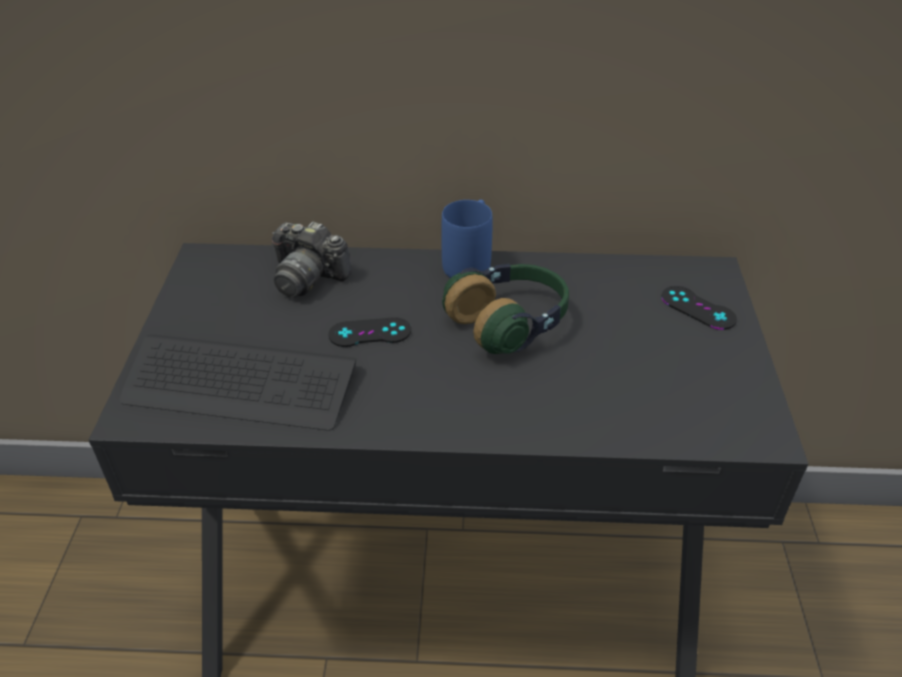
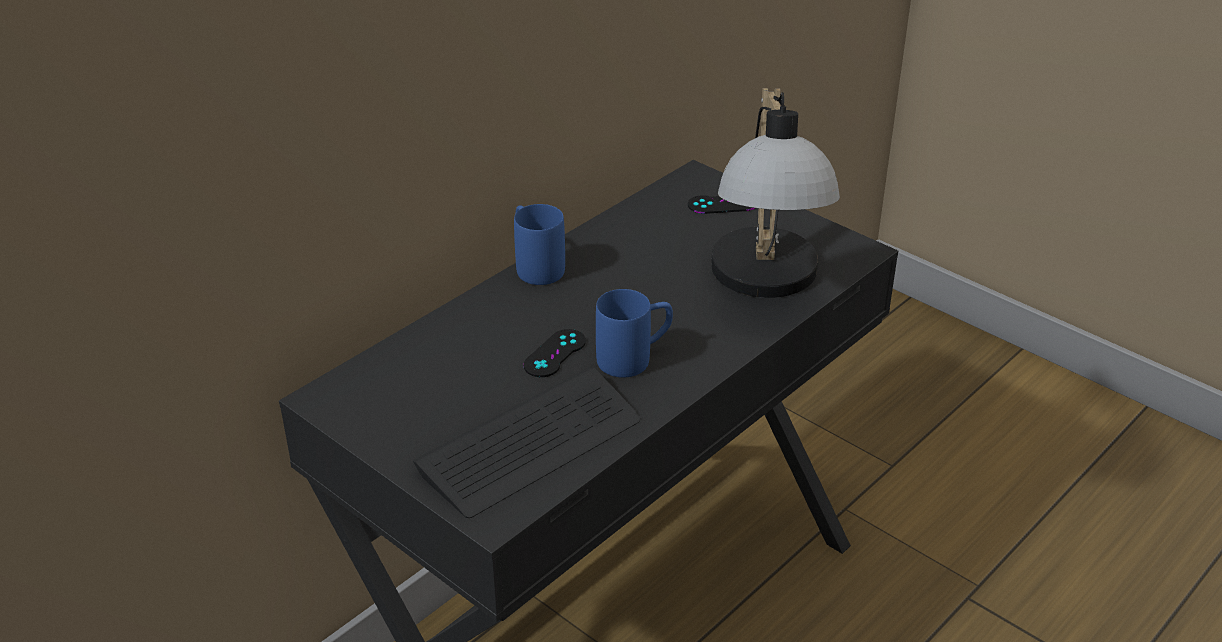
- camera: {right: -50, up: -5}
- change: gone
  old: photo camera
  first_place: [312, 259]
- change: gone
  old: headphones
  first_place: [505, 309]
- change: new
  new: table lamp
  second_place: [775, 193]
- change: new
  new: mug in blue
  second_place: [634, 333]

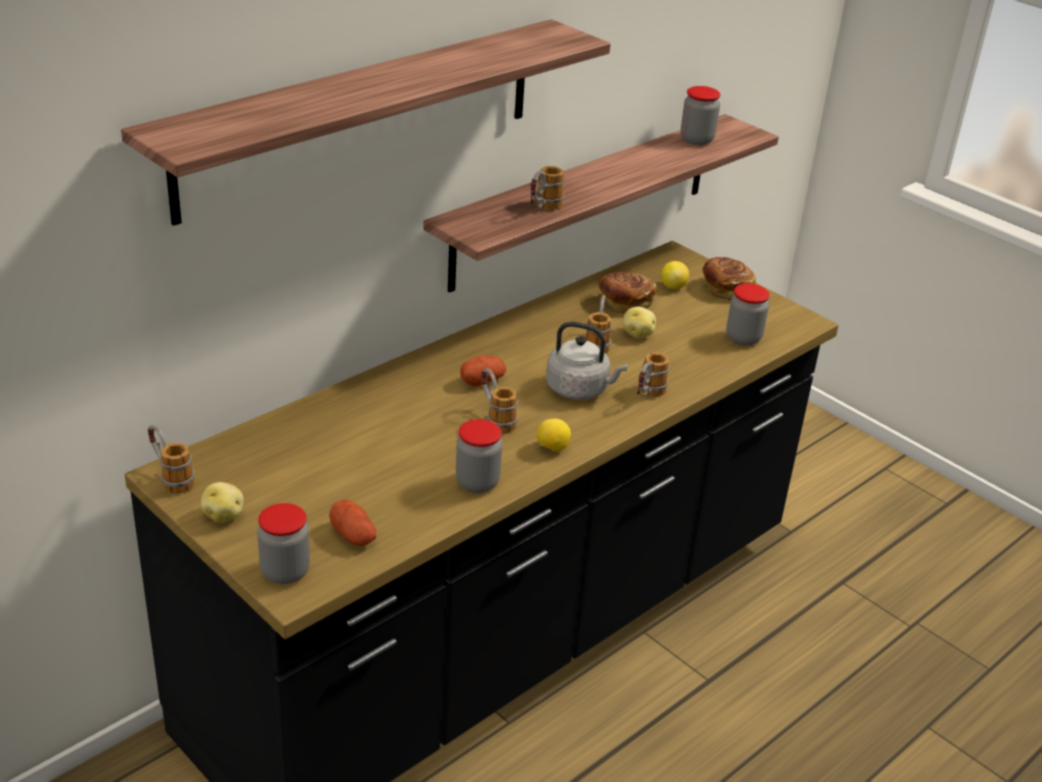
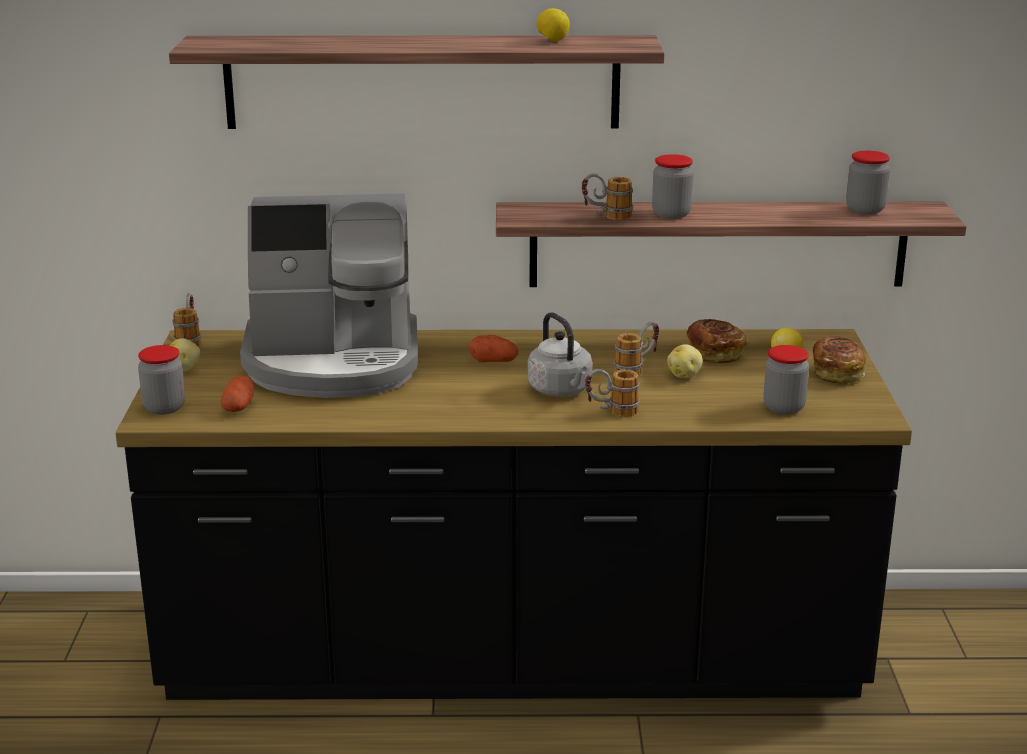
- camera: {right: 45, up: -10}
- change: gone
  old: mug
  first_place: [499, 401]
- change: shifted
  old: storage jar
  first_place: [479, 456]
  second_place: [673, 186]
- change: shifted
  old: lemon
  first_place: [554, 435]
  second_place: [553, 24]
- change: new
  new: coffee maker
  second_place: [329, 296]

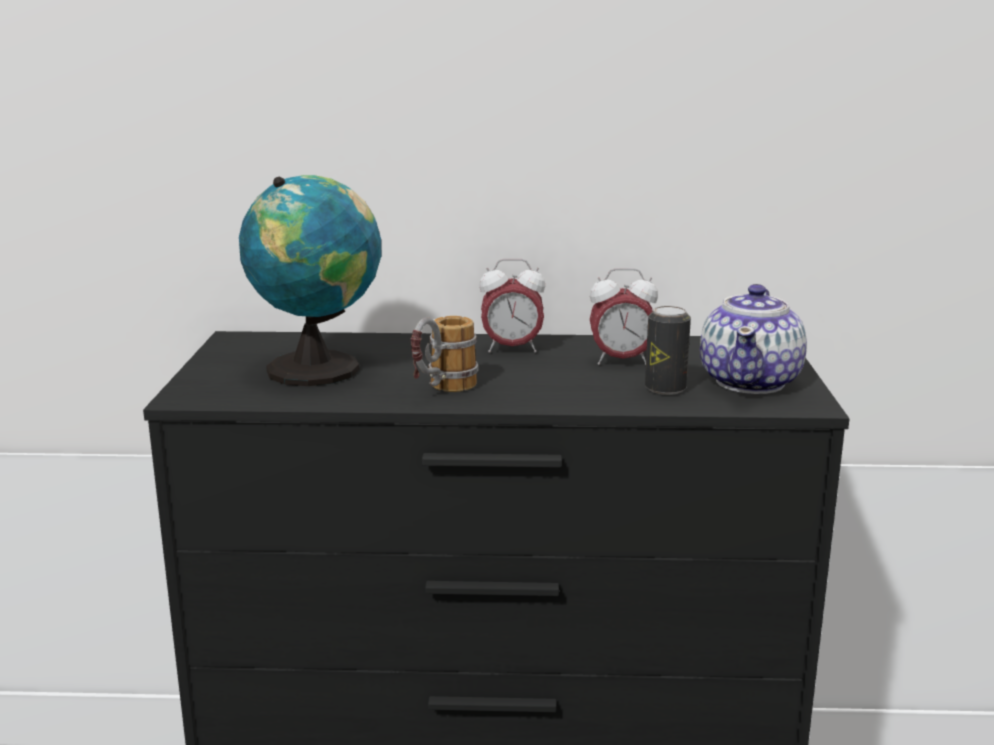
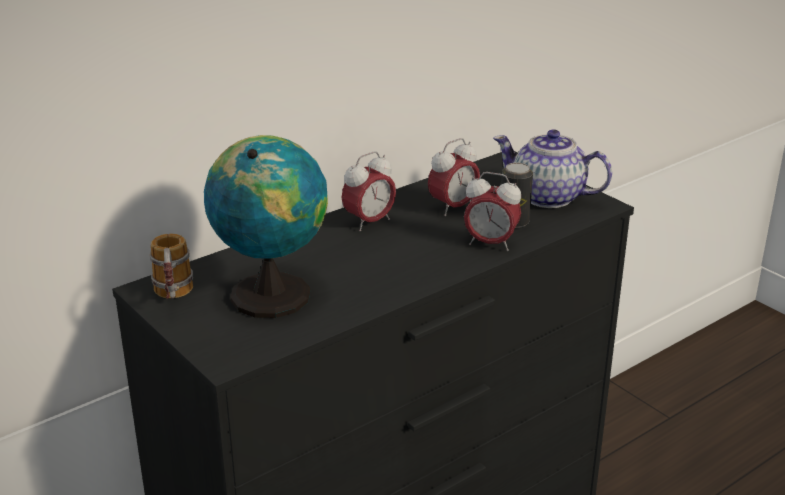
- camera: {right: -40, up: 10}
- change: rotated
  old: tea pot
  first_place: [753, 339]
  second_place: [552, 168]
  degrees: 135
- change: shifted
  old: mug
  first_place: [444, 354]
  second_place: [171, 266]
- change: new
  new: alarm clock
  second_place: [492, 211]

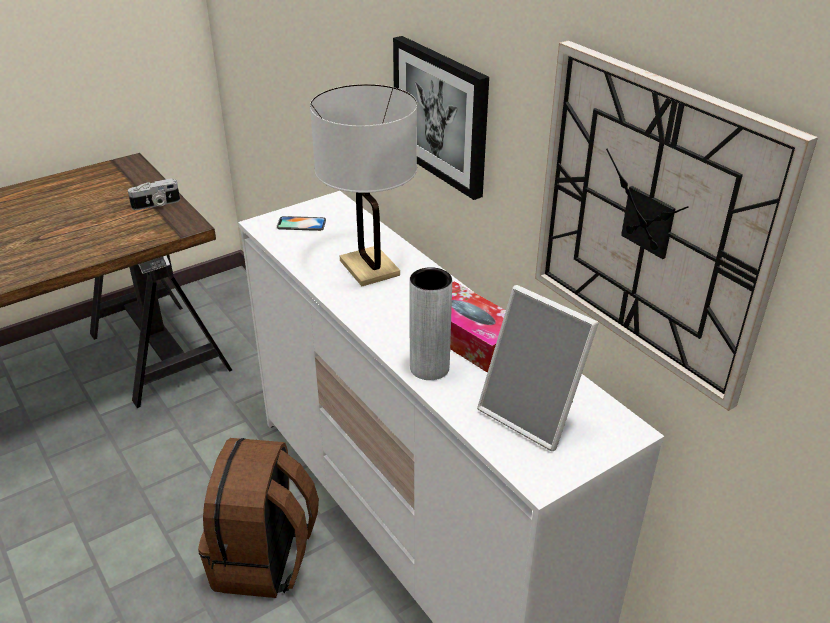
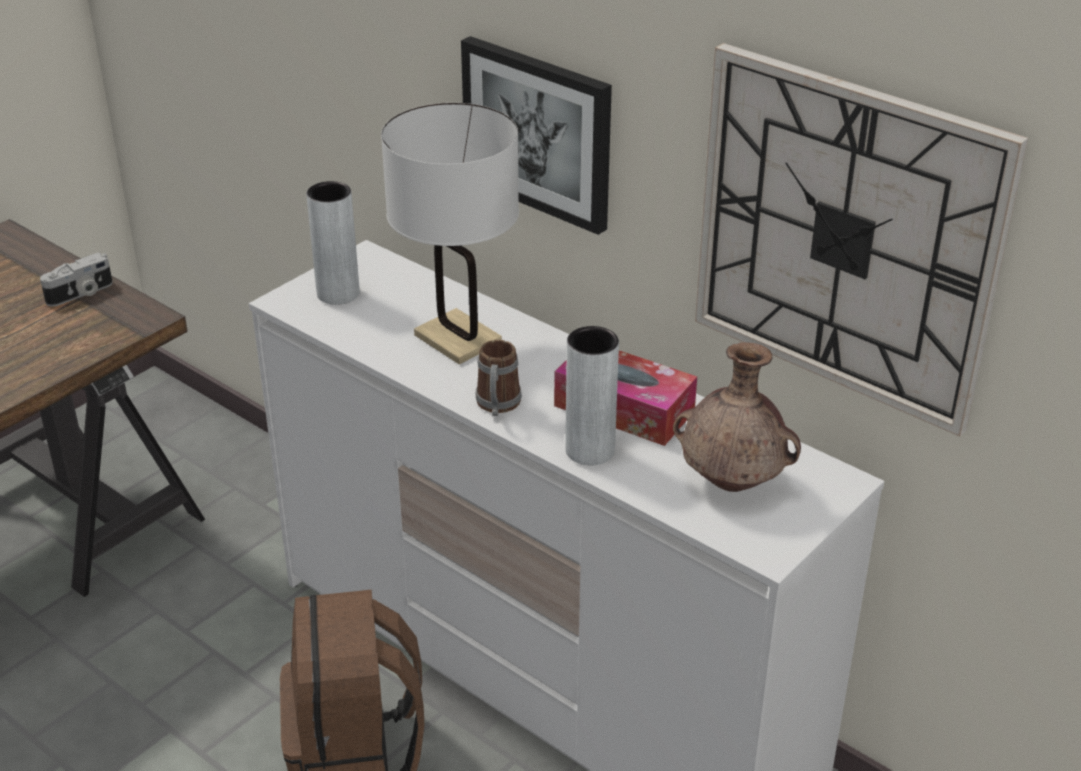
- camera: {right: -15, up: 0}
- change: swapped
  old: telephone
  new: flower vase in greyish
  first_place: [301, 223]
  second_place: [333, 243]
- change: swapped
  old: photo frame
  new: flower vase in brown-coloured
  first_place: [538, 368]
  second_place: [737, 417]
- change: new
  new: mug
  second_place: [499, 378]

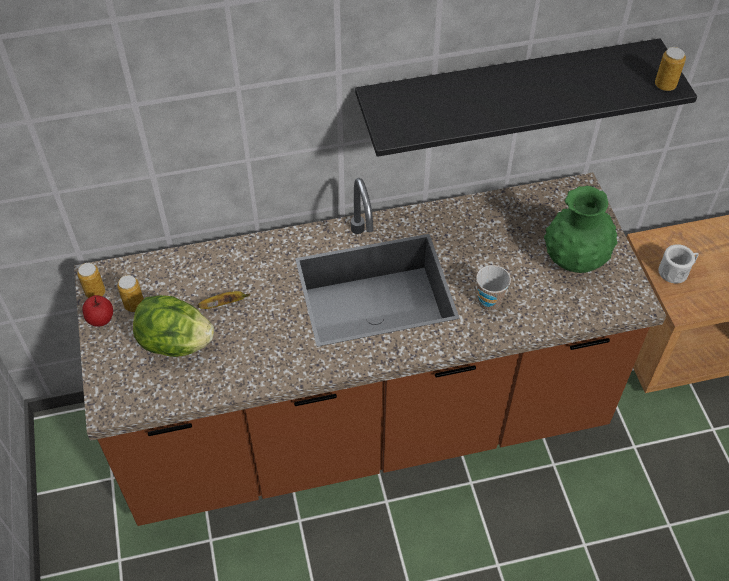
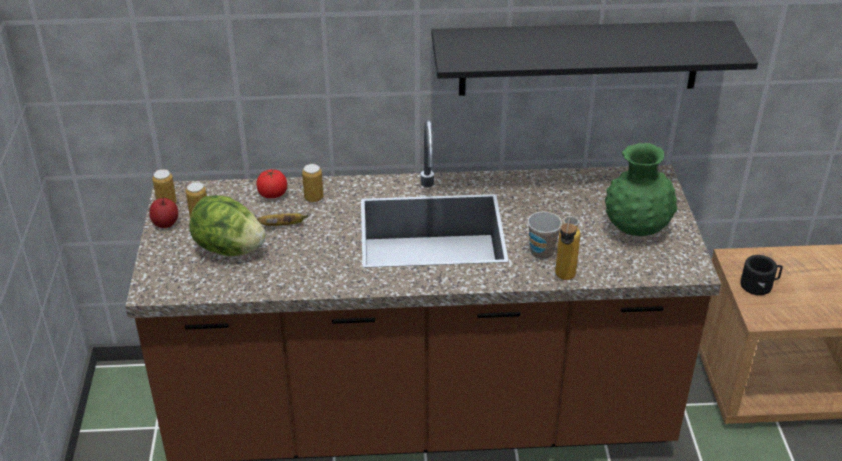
- camera: {right: 10, up: -15}
- change: shifted
  old: can
  first_place: [670, 69]
  second_place: [312, 183]
- change: repainted
  old: mug in whitish
  new: mug in black-coloured
  first_place: [678, 263]
  second_place: [761, 275]
- change: new
  new: fresh tomato
  second_place: [271, 183]
- change: new
  new: beverage bottle
  second_place: [568, 248]

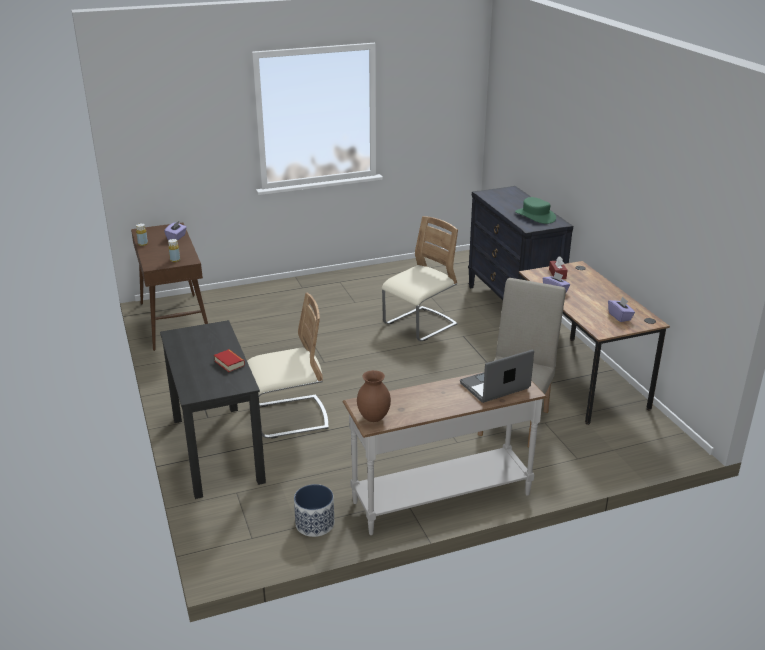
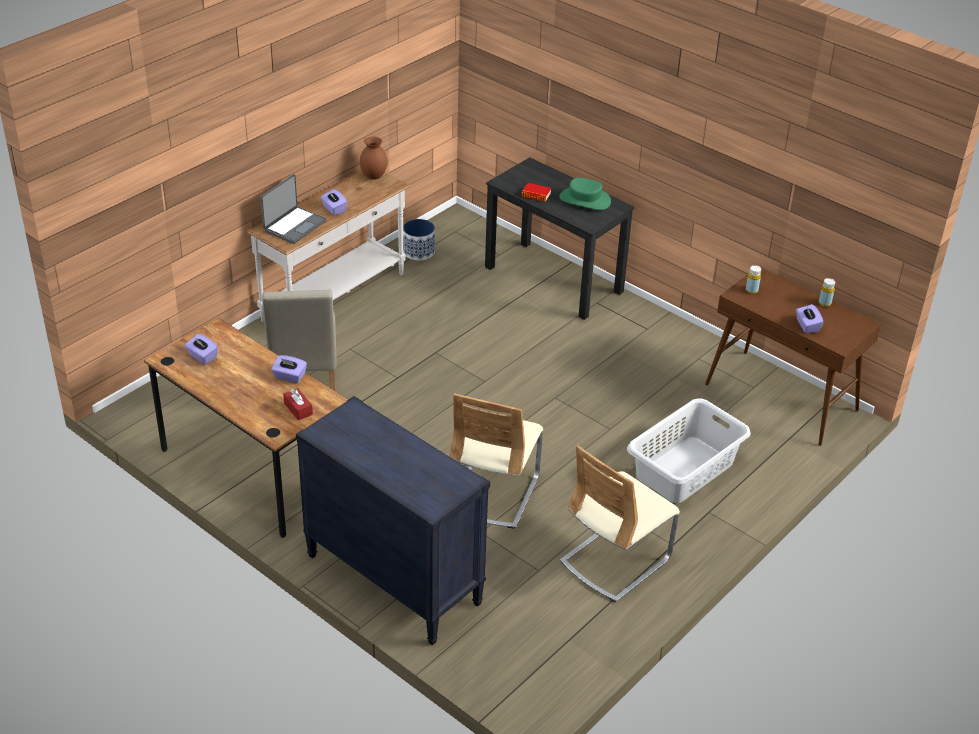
- camera: {right: 150, up: 10}
- change: shifted
  old: wearable hat in green-coloured
  first_place: [535, 210]
  second_place: [585, 194]
- change: shifted
  old: chair in sand-coloured
  first_place: [288, 365]
  second_place: [620, 523]
- change: new
  new: box of tissues in purplish
  second_place: [334, 202]
- change: new
  new: hamper in greyish
  second_place: [689, 450]

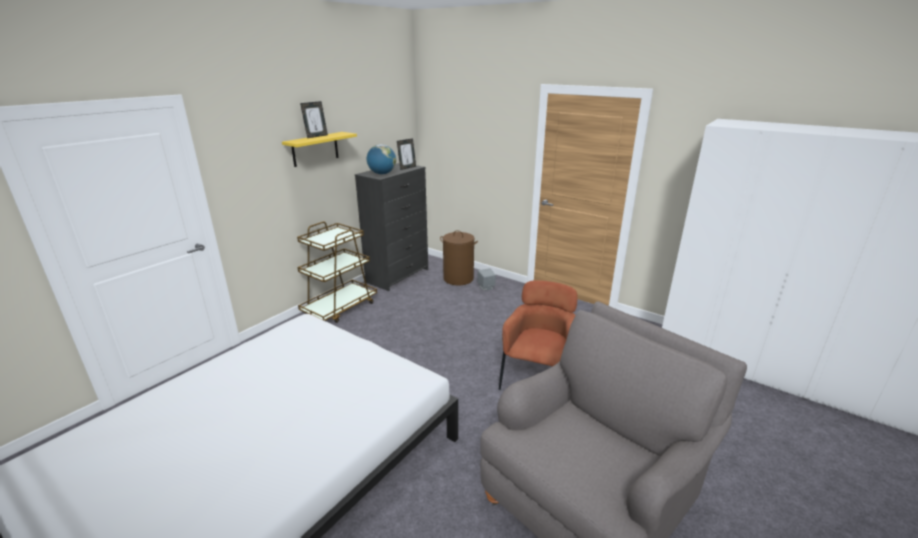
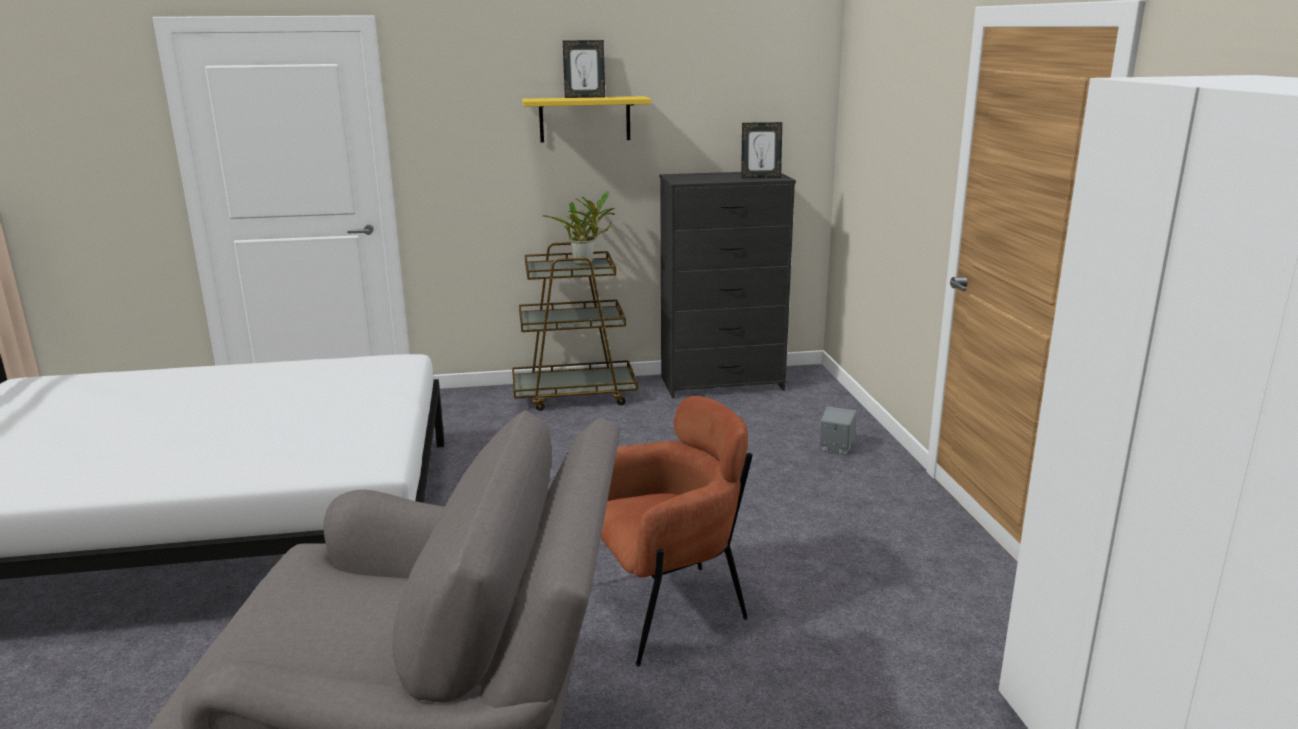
- camera: {right: 45, up: -5}
- change: gone
  old: globe
  first_place: [381, 159]
- change: gone
  old: hamper in brown-coloured
  first_place: [459, 257]
- change: new
  new: plant in a pot
  second_place: [579, 228]

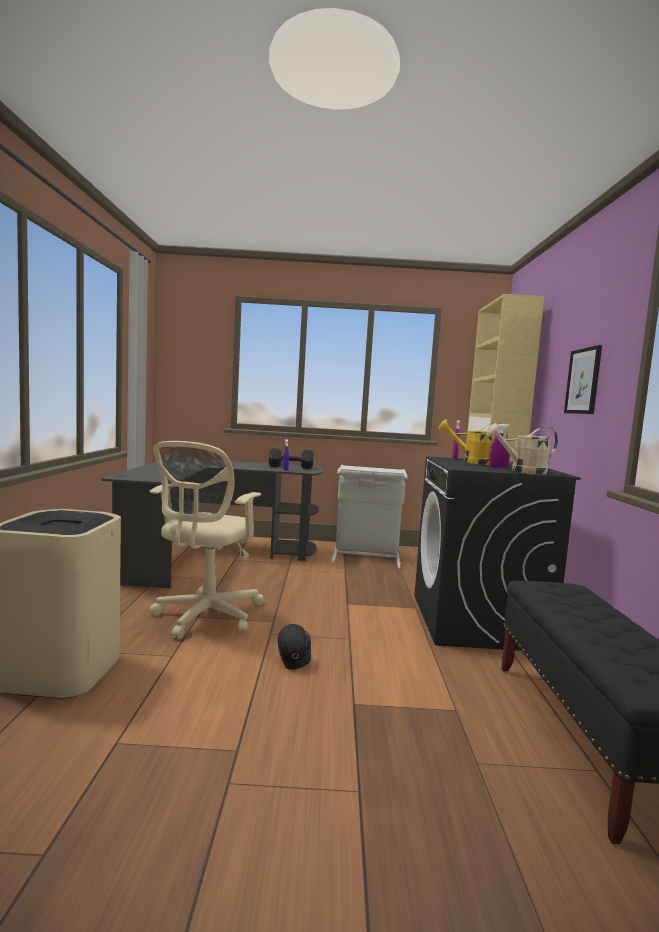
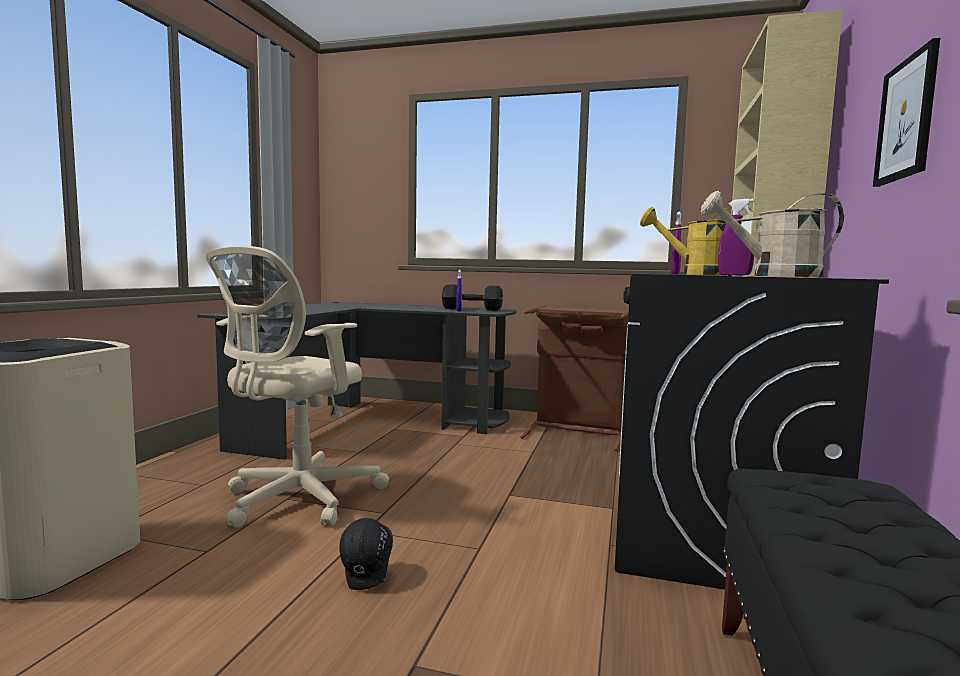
- camera: {right: 15, up: 0}
- change: repainted
  old: hamper in greyish
  new: hamper in brown-coloured
  first_place: [369, 517]
  second_place: [574, 378]

